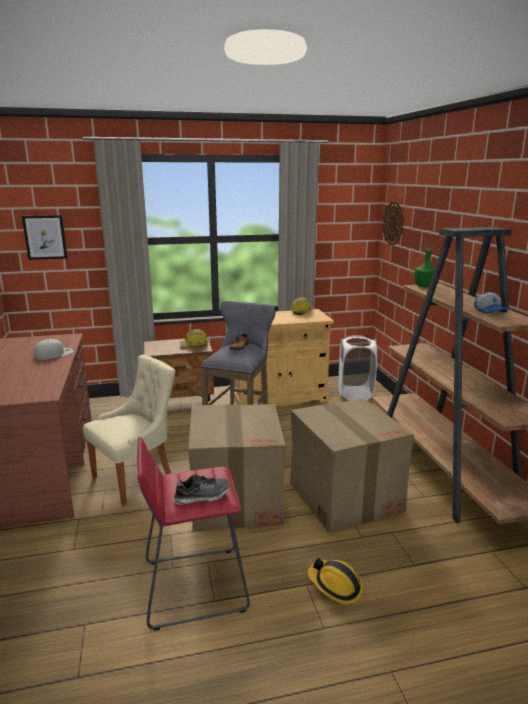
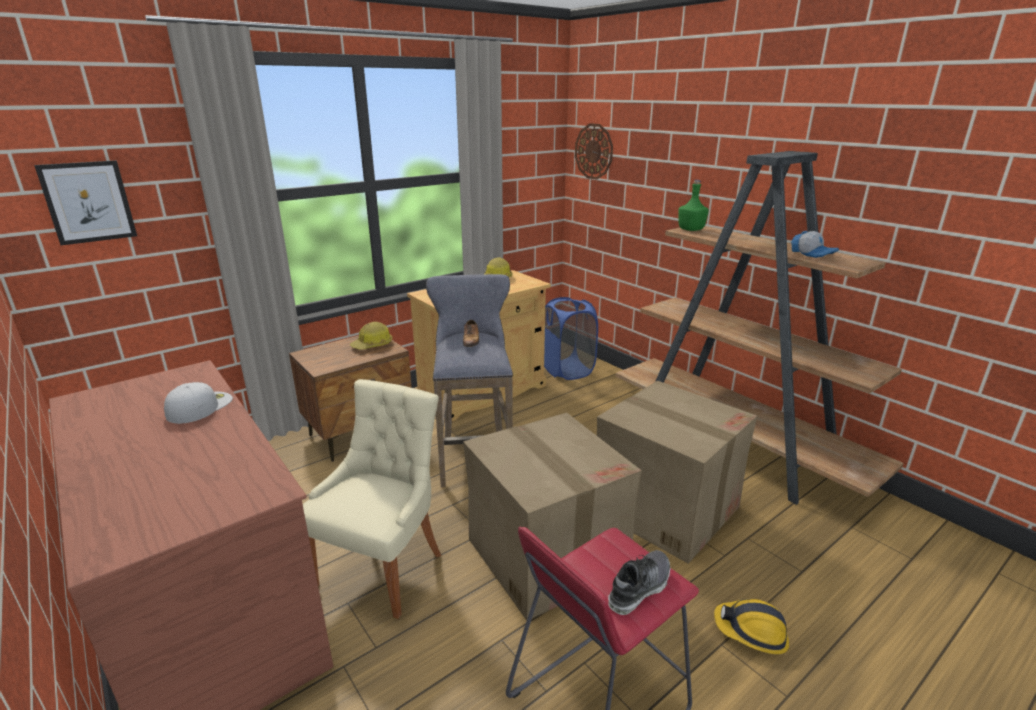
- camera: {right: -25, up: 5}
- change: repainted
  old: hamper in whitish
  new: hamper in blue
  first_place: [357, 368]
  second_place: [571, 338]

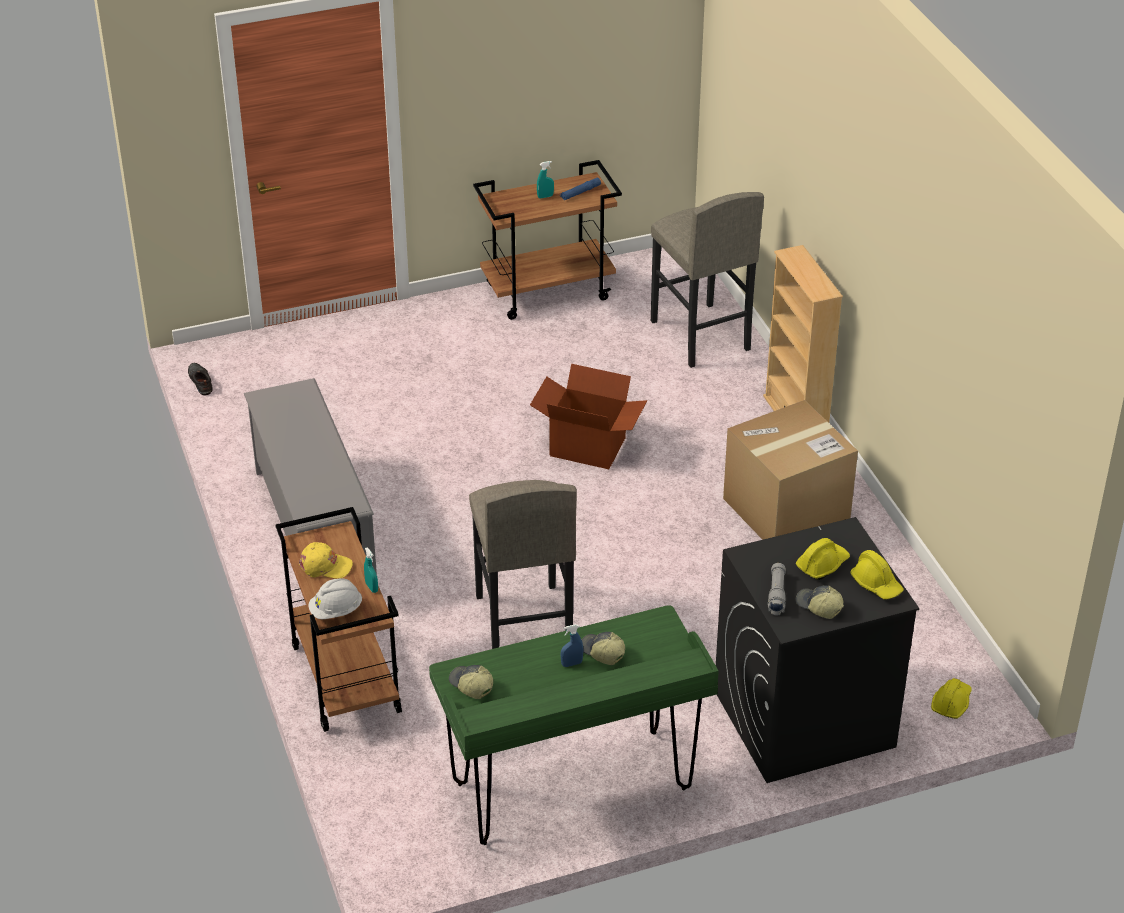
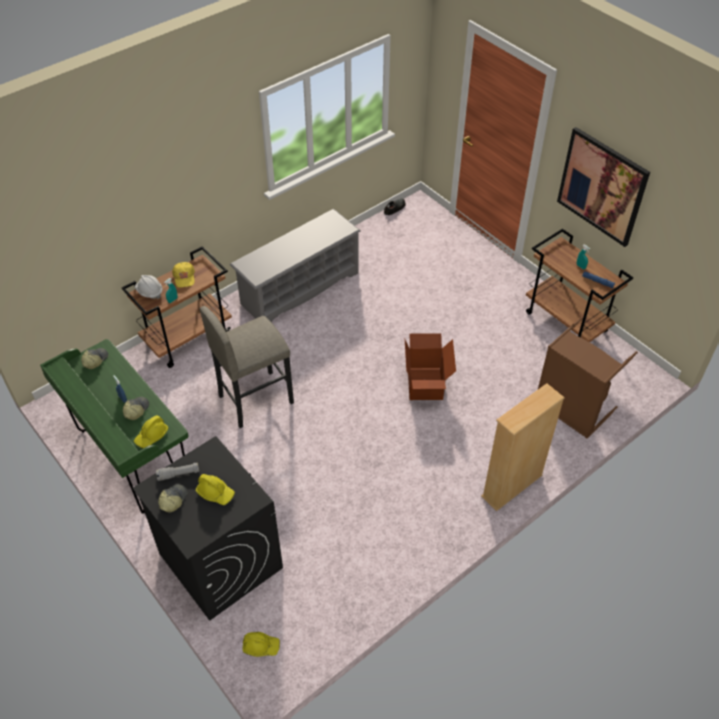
- camera: {right: 70, up: 10}
- change: swapped
  old: sitting stool in greyish
  new: hamper in brown-coloured
  first_place: [707, 280]
  second_place: [588, 378]
- change: gone
  old: cardboard box
  first_place: [790, 470]
- change: shifted
  old: work helmet in yellowish
  first_place: [877, 575]
  second_place: [151, 431]
- change: new
  new: picture
  second_place: [603, 187]

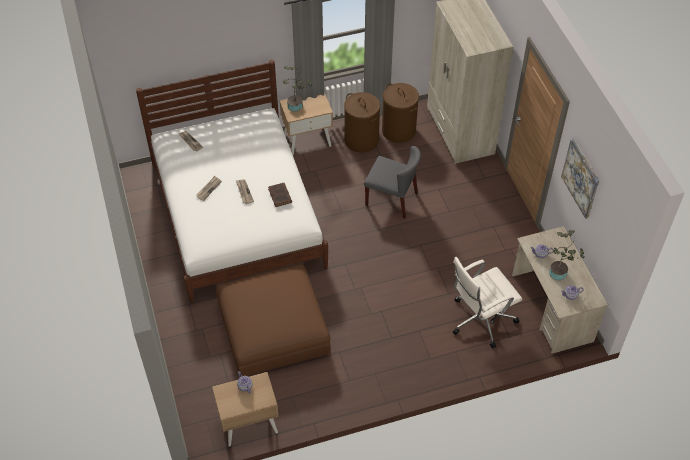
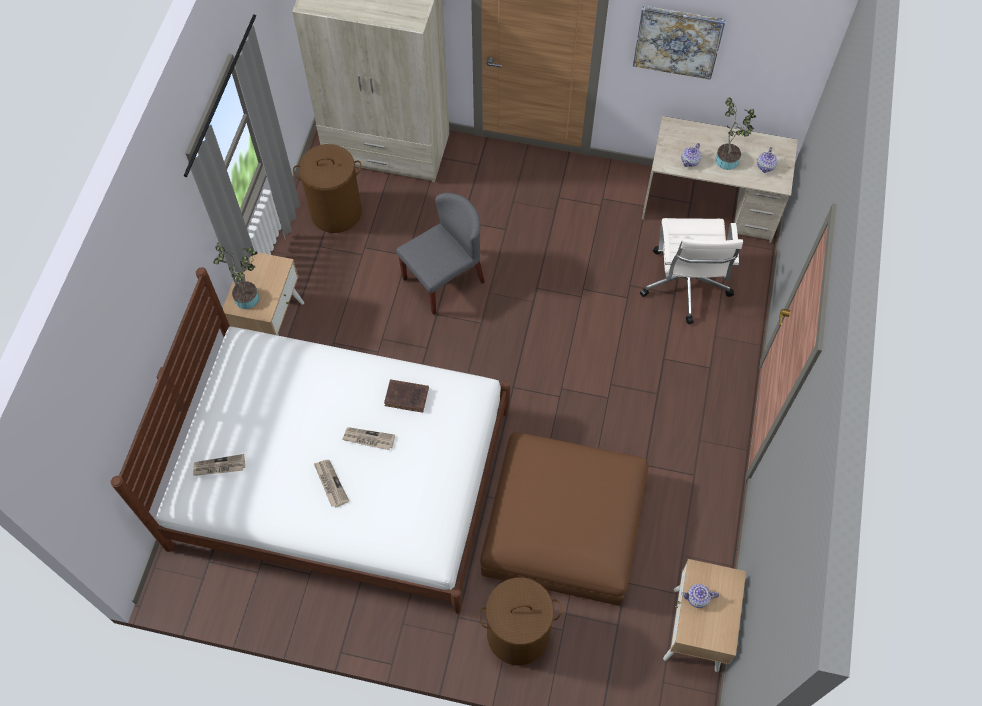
- camera: {right: -60, up: 10}
- change: shifted
  old: hamper in brown-coloured
  first_place: [362, 122]
  second_place: [520, 621]

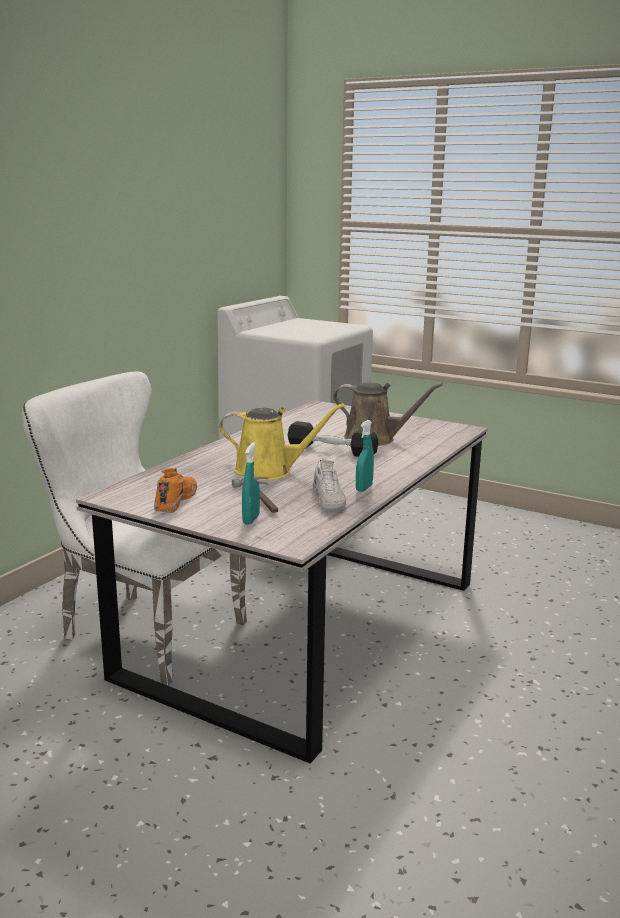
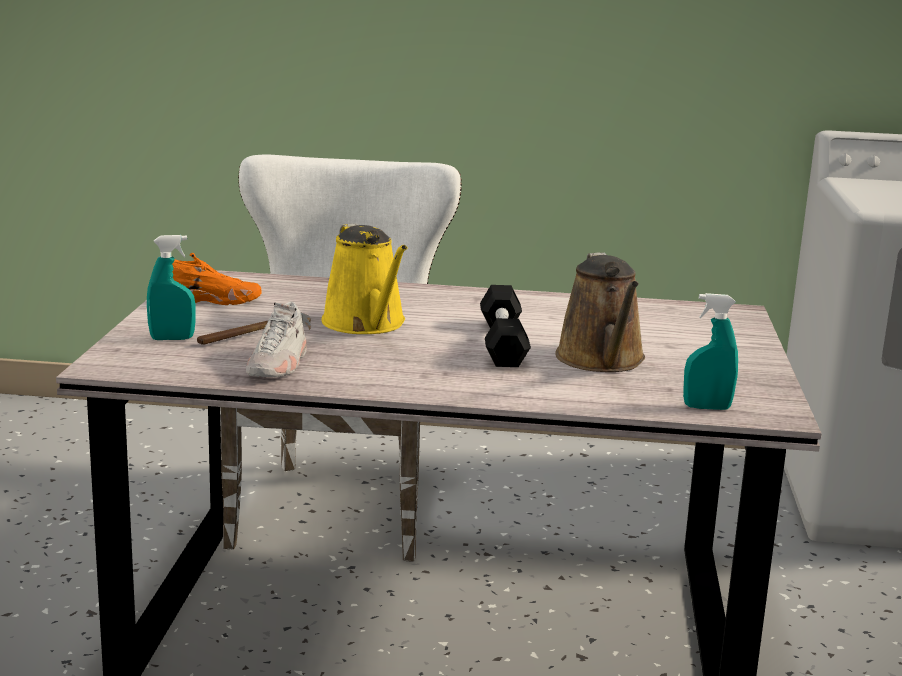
- camera: {right: 65, up: 0}
- change: shifted
  old: hand sprayer in turquoise-coloured
  first_place: [365, 456]
  second_place: [710, 351]
- change: rotated
  old: shoe in whitish
  first_place: [329, 483]
  second_place: [276, 339]
  degrees: -45

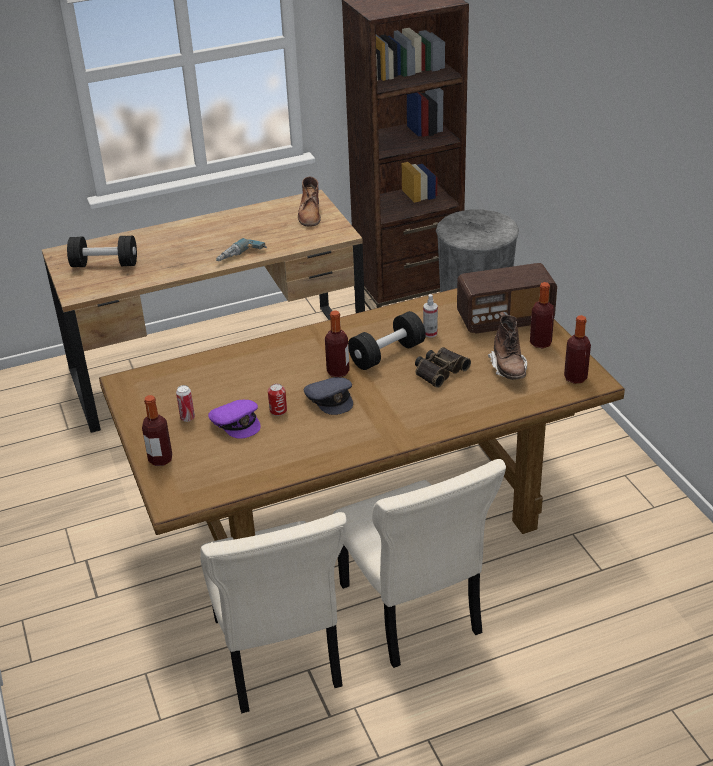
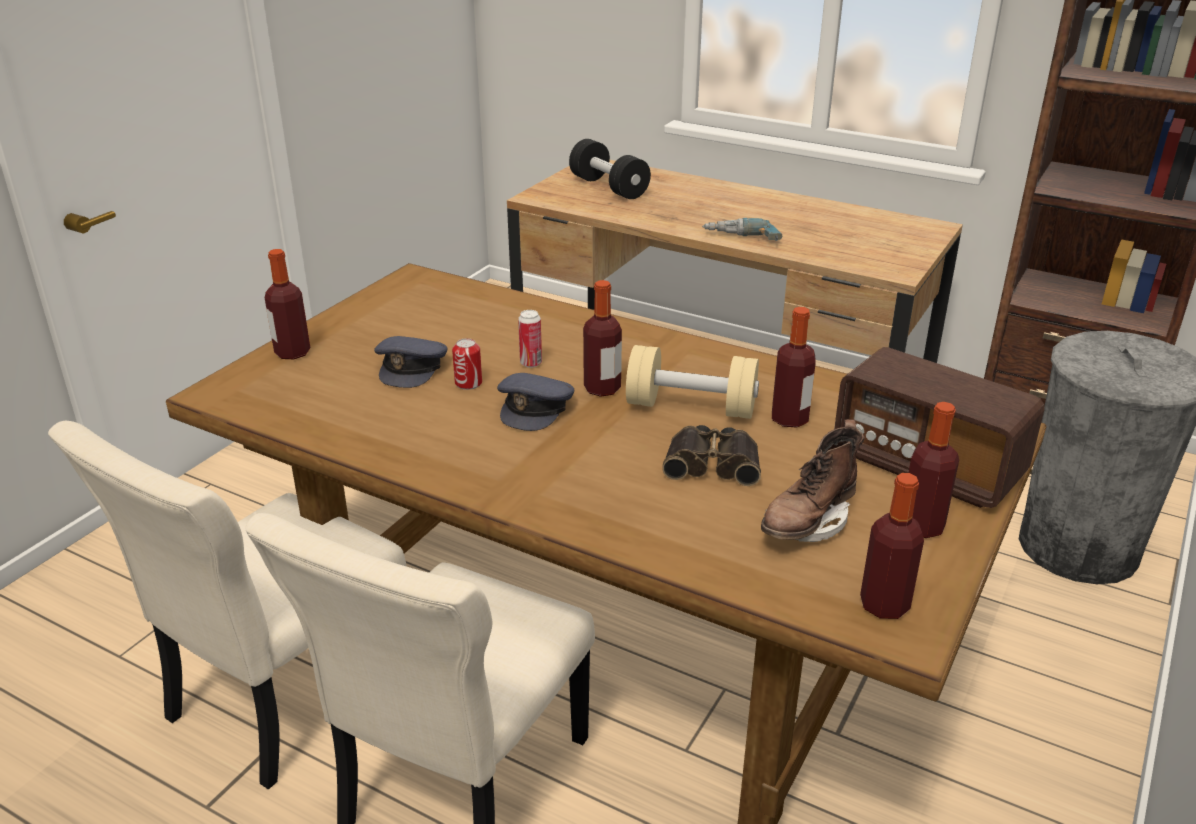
- camera: {right: 50, up: -5}
- change: gone
  old: high-top boot in brown-coloured
  first_place: [309, 202]
- change: swapped
  old: hand sprayer
  new: beverage bottle
  first_place: [430, 316]
  second_place: [794, 367]
- change: repainted
  old: free weight in black-coloured
  new: free weight in sand-coloured
  first_place: [387, 340]
  second_place: [692, 382]
- change: shifted
  old: can
  first_place: [185, 403]
  second_place: [530, 339]
- change: repainted
  old: peaked cap in purplish
  new: peaked cap in greyish
  first_place: [234, 419]
  second_place: [411, 362]

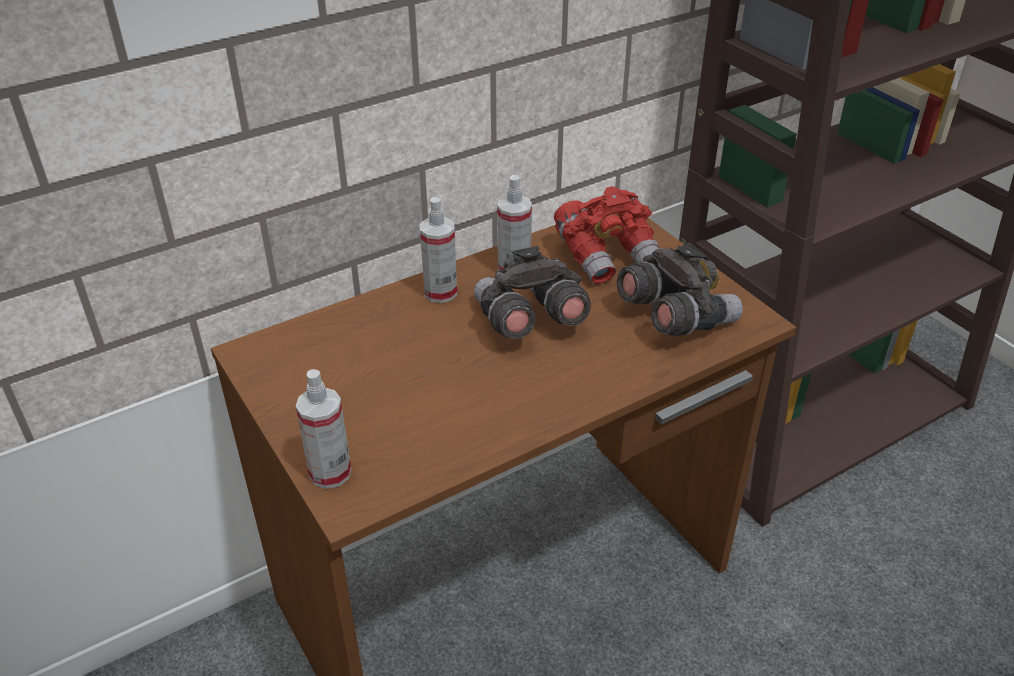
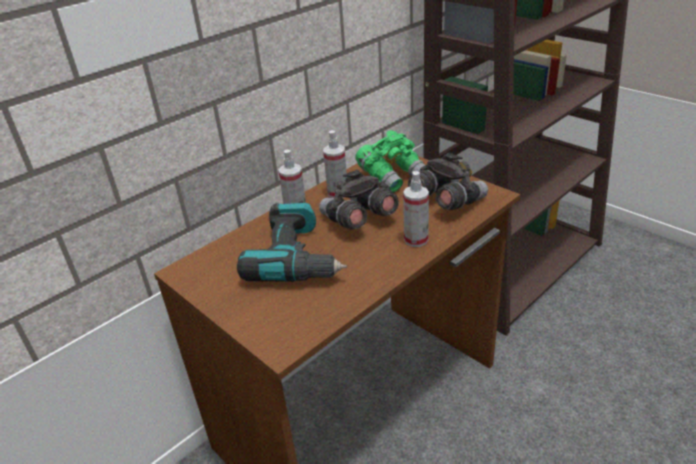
- camera: {right: -10, up: -5}
- change: repainted
  old: binoculars in reddish
  new: binoculars in green-coloured
  first_place: [606, 235]
  second_place: [390, 161]
- change: shifted
  old: hand sprayer
  first_place: [323, 429]
  second_place: [416, 209]
- change: new
  new: drill
  second_place: [292, 242]

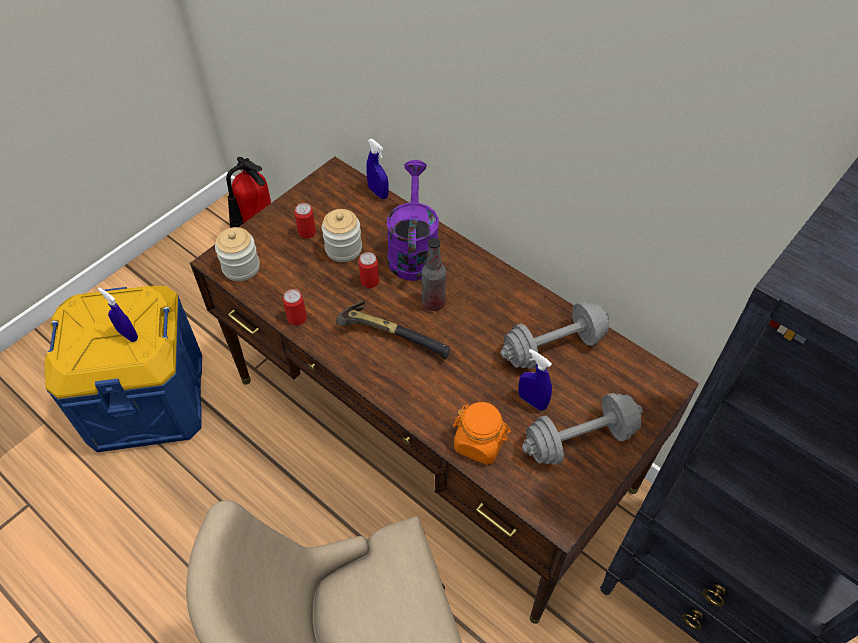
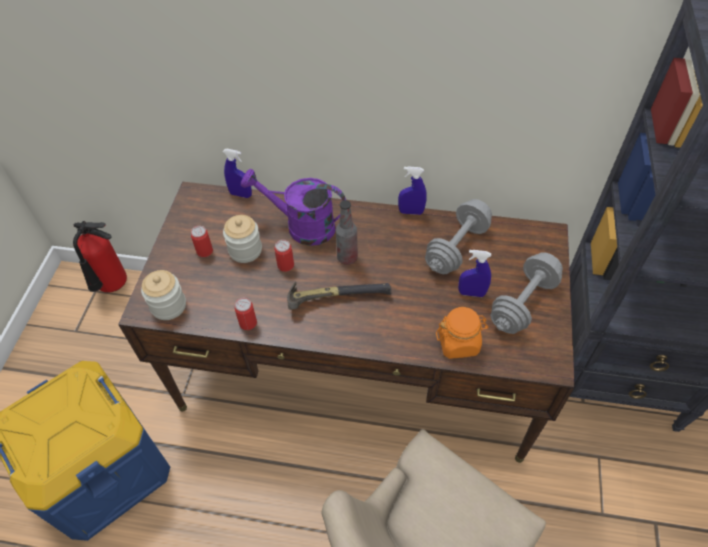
- camera: {right: -30, up: 0}
- change: rotated
  old: watering can in purplish
  first_place: [413, 220]
  second_place: [293, 207]
  degrees: -45
- change: shifted
  old: hand sprayer in blue
  first_place: [118, 314]
  second_place: [412, 190]

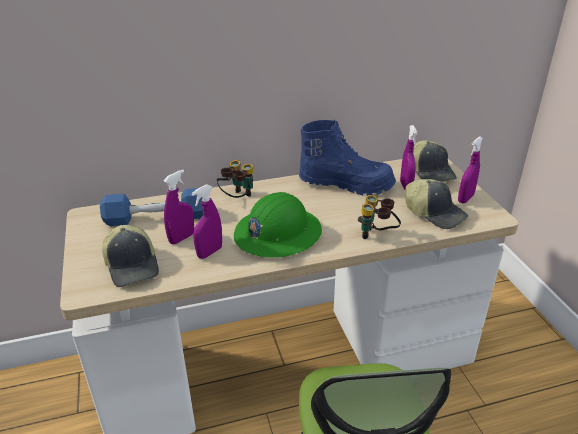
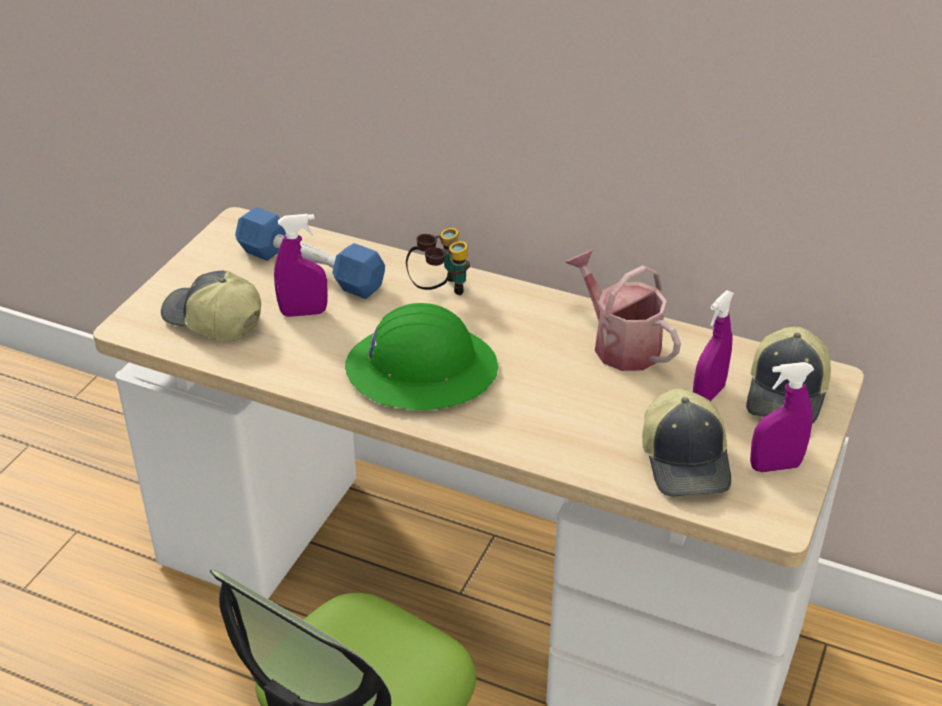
- camera: {right: 40, up: 5}
- change: swapped
  old: high-top boot in blue
  new: watering can
  first_place: [347, 157]
  second_place: [623, 310]
- change: gone
  old: hand sprayer in purplish
  first_place: [207, 221]
- change: gone
  old: binoculars
  first_place: [379, 217]
- change: rotated
  old: peaked cap
  first_place: [130, 256]
  second_place: [211, 306]
  degrees: 105

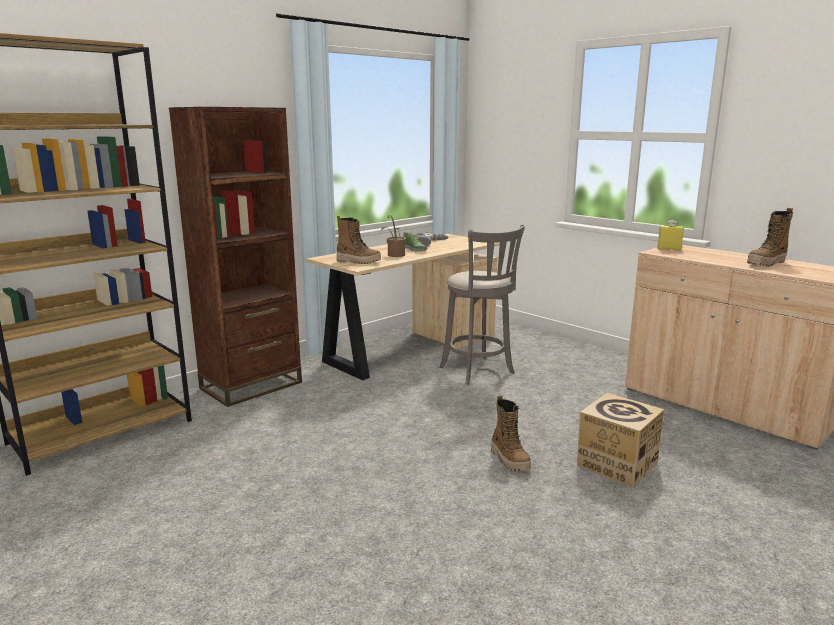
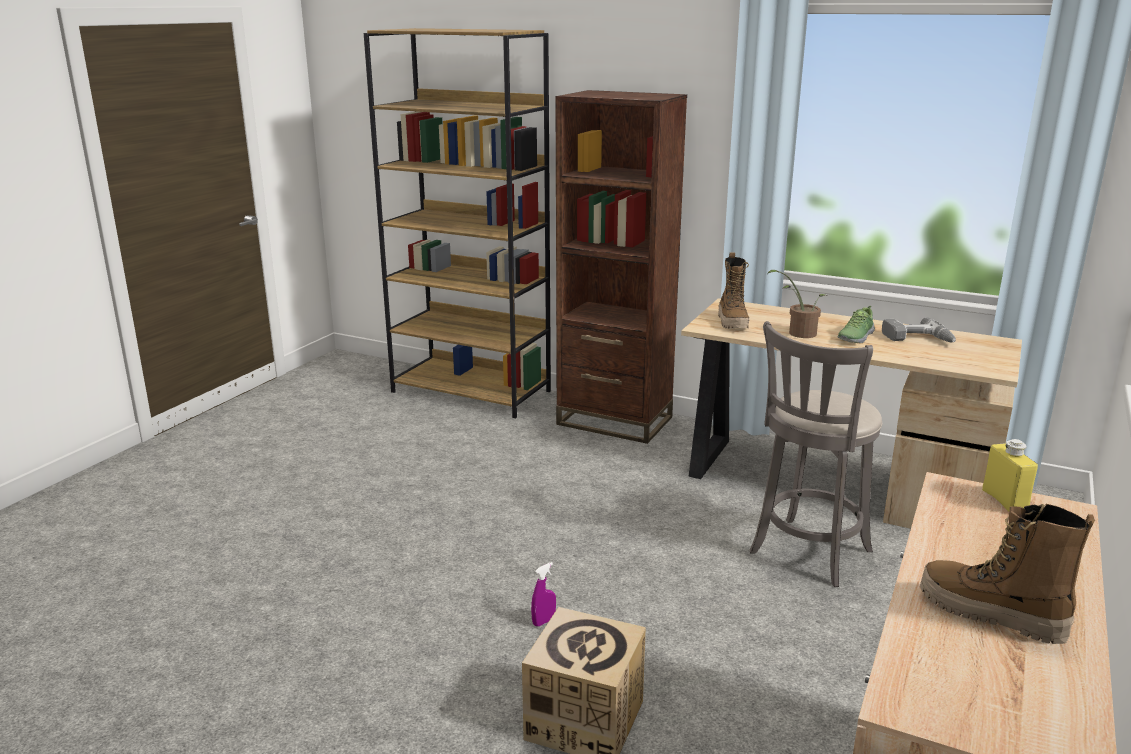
- camera: {right: 70, up: 5}
- change: swapped
  old: high-top boot
  new: hand sprayer in purplish
  first_place: [511, 433]
  second_place: [543, 594]

